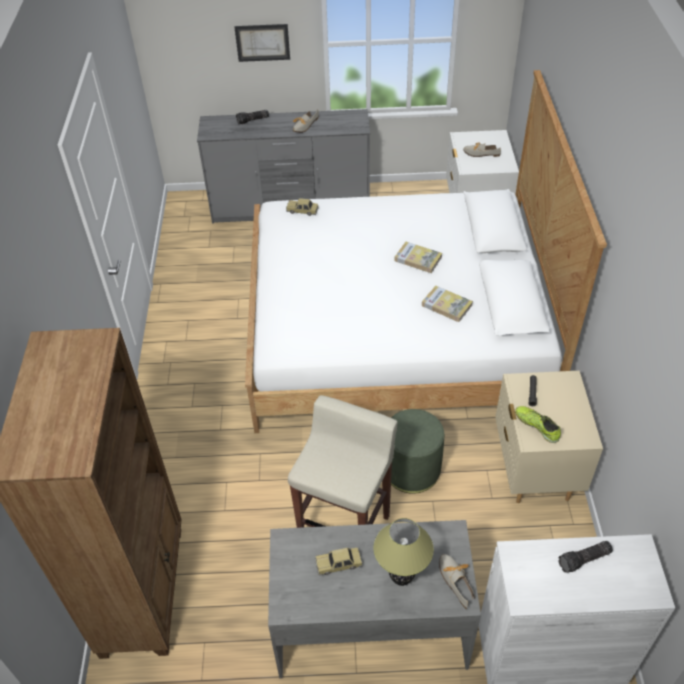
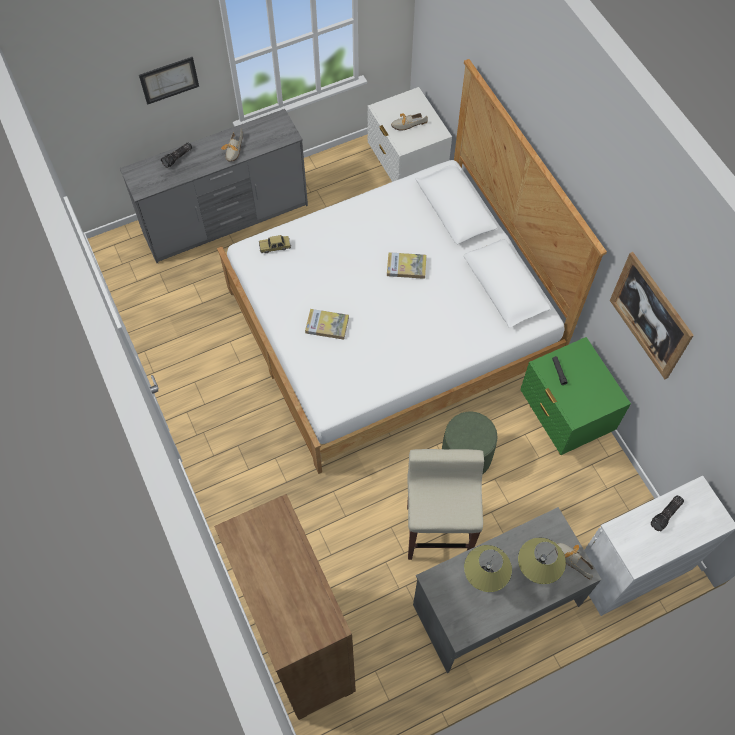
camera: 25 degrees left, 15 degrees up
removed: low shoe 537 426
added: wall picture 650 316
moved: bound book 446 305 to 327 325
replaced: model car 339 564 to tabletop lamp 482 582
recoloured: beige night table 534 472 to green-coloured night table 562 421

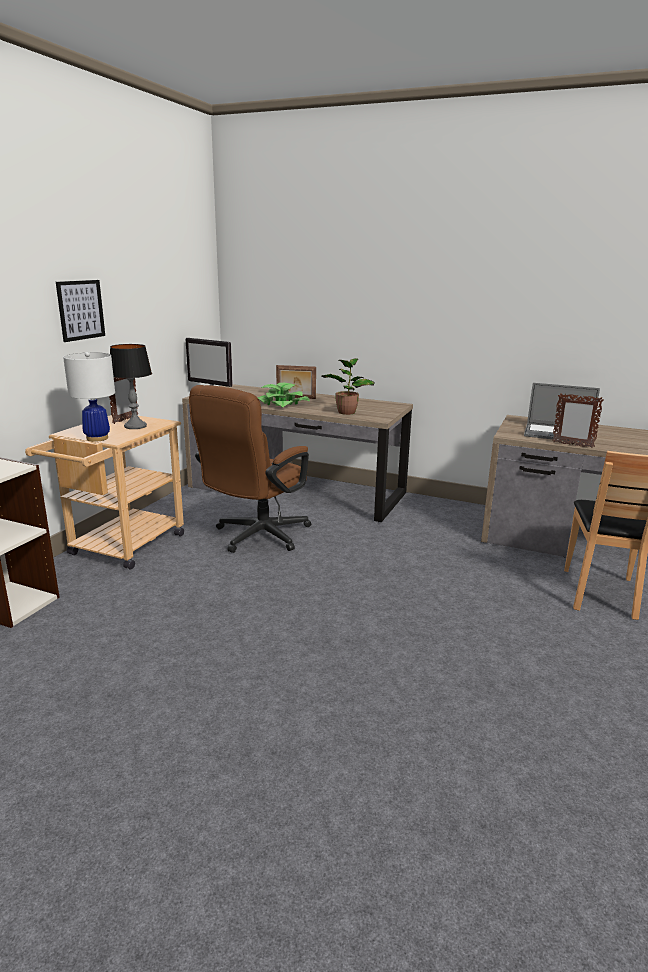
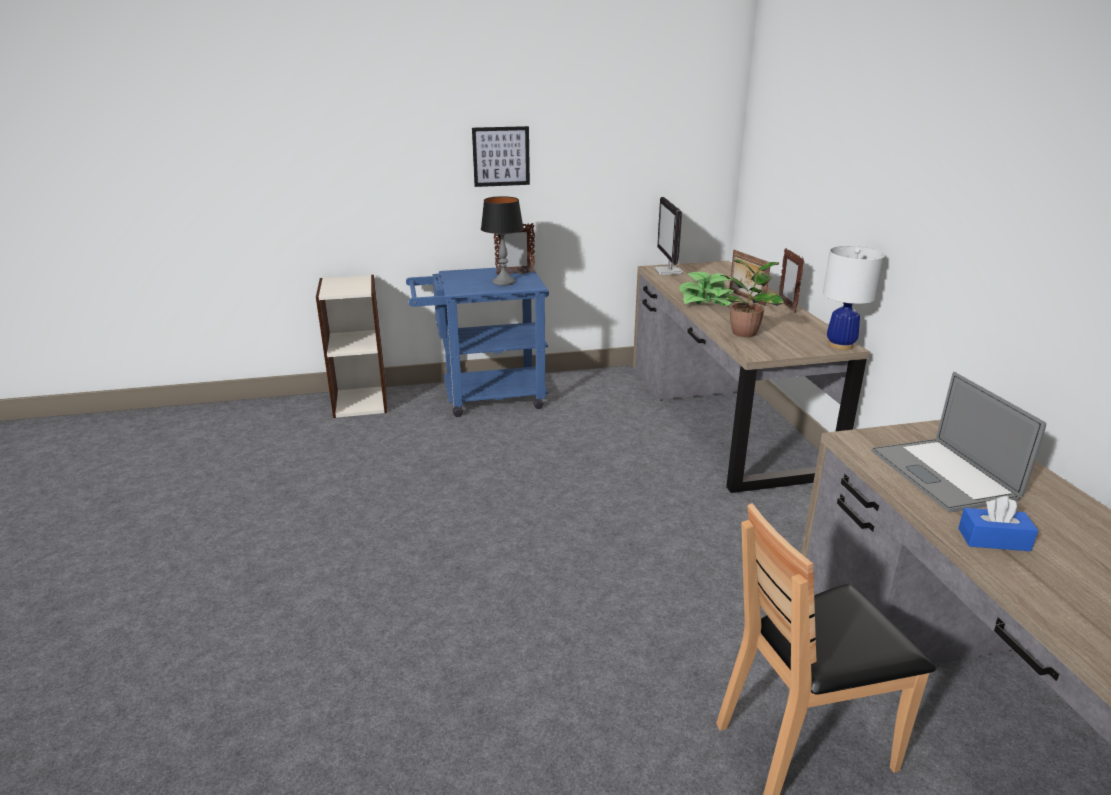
camera: 55 degrees right, 5 degrees up
removed: brown-coloured office chair 256 537
added: blue tissue holder 993 539
moved: white-coloured tabletop lamp 97 438 to 840 345; standing frame 572 445 to 787 306
recoloured: beige cart 121 548 to blue cart 483 397

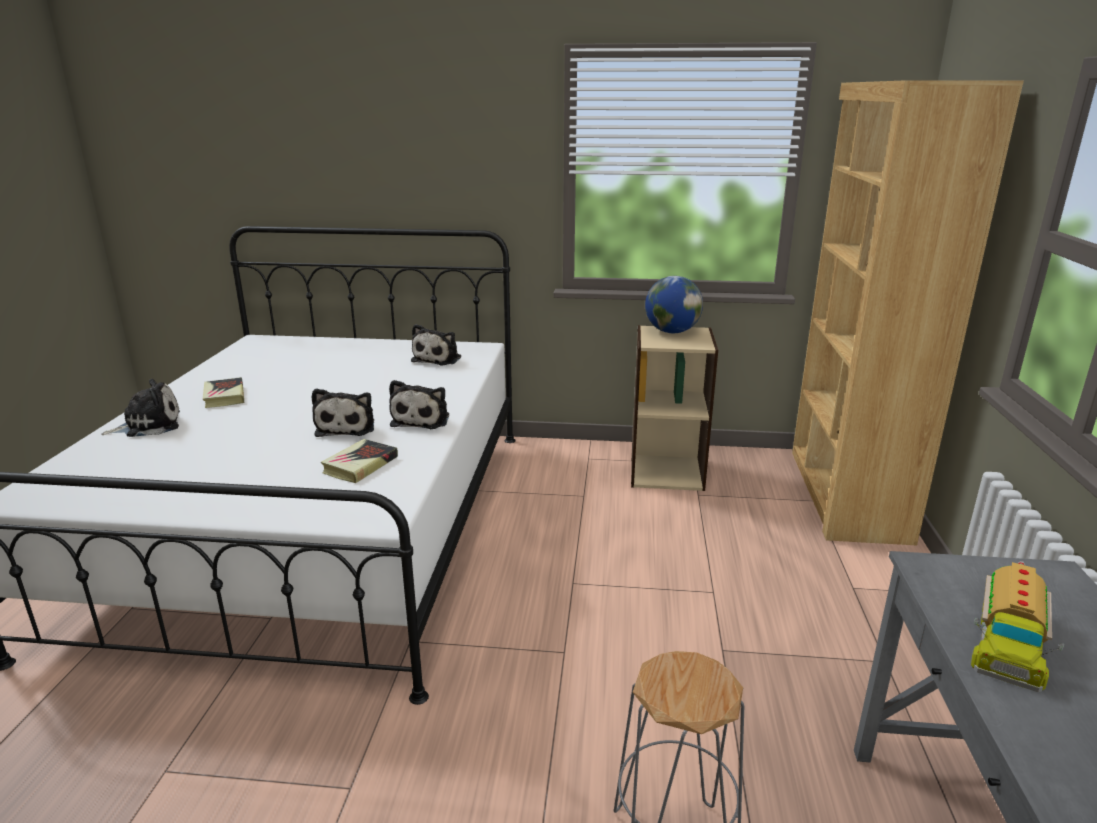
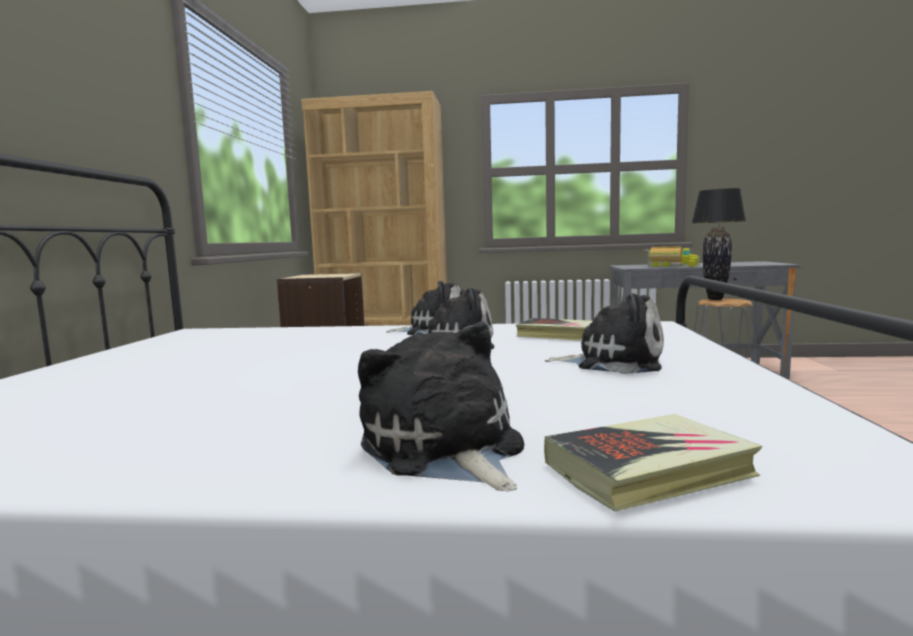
camera: 90 degrees left, 15 degrees down
removed: globe 671 332
added: black tabletop lamp 715 299
moved: bound book 224 396 to 648 470; soft toy 438 359 to 613 362

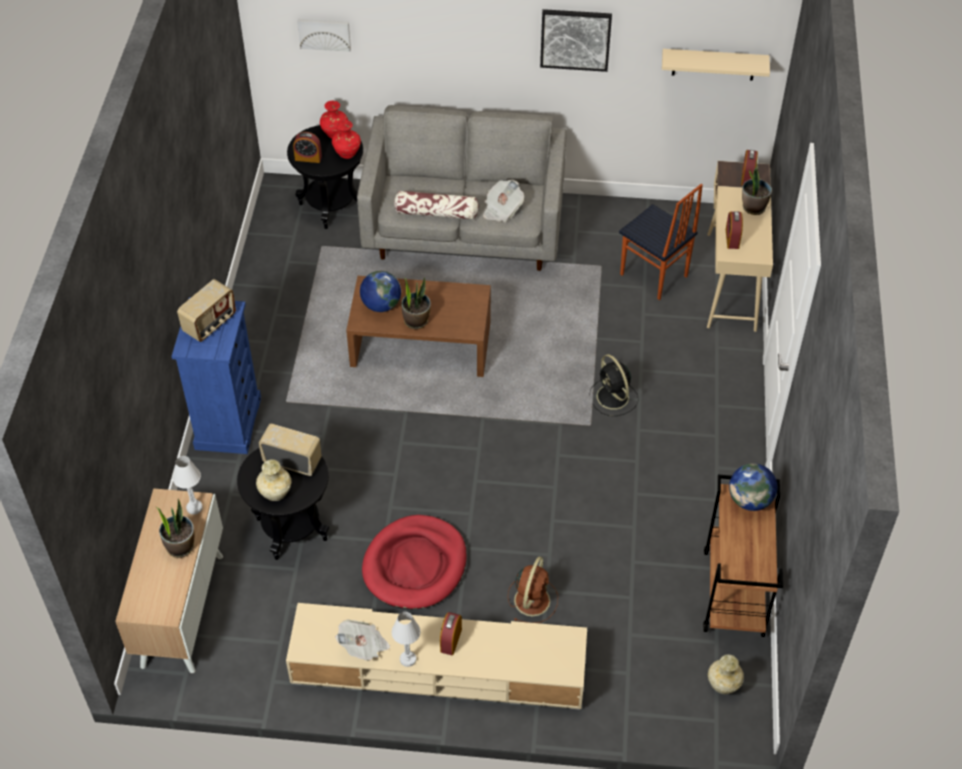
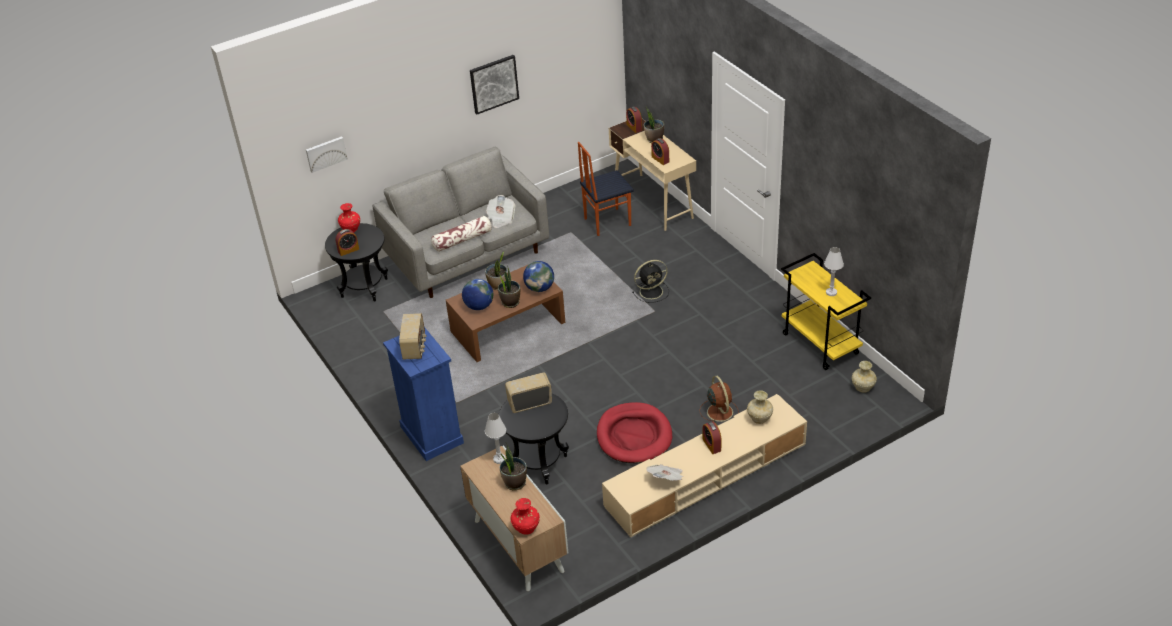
camera: 35 degrees left, 10 degrees down
removed: beige bracket shelf 714 64
added: plant in a pot 498 285
moved: beige flower vase 276 494 to 760 419; red-coloured flower vase 347 154 to 526 529; white-coloured tabletop lamp 408 659 to 831 292; globe 750 500 to 540 288
recoloured: brown-coloured cart 734 594 to yellowish cart 821 344
turned: black fan 613 398 = 652 291 45 degrees counterclockwise; chair 653 276 = 607 222 150 degrees clockwise

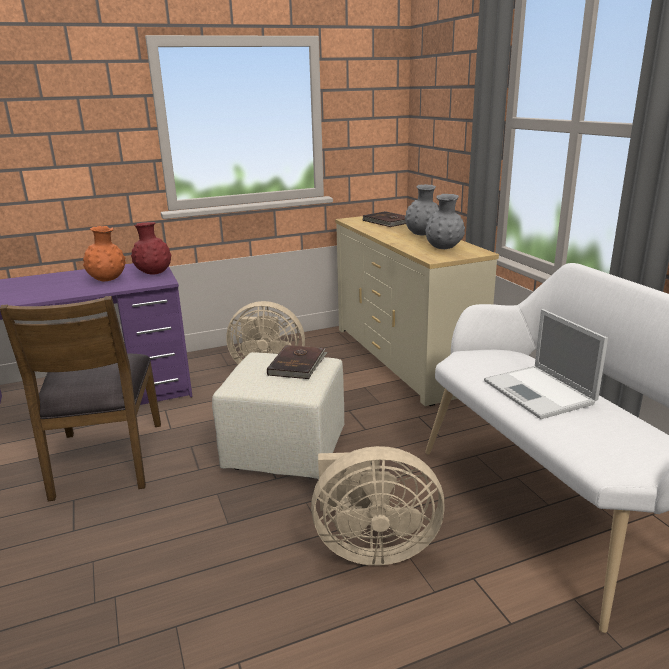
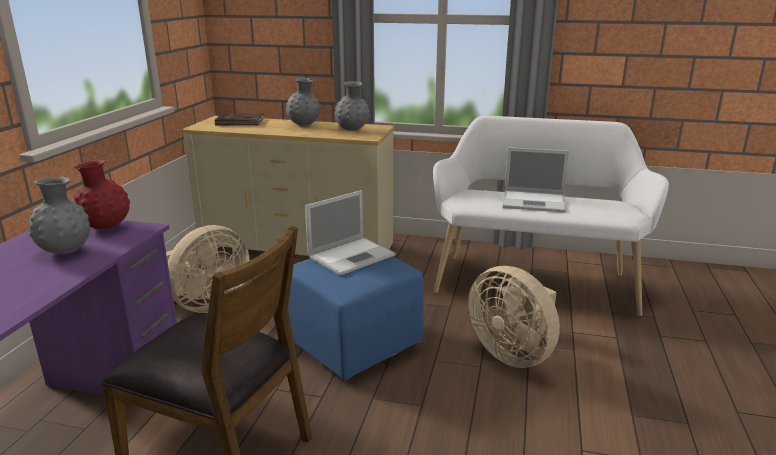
camera: 55 degrees left, 0 degrees up
replaced: brown-coloured bound book 298 364 to laptop 352 255
recoloured: orange flower vase 107 280 to gray flower vase 65 251; beige footrest 287 450 to blue footrest 354 343
turned: beige fan 371 547 = 513 353 105 degrees clockwise

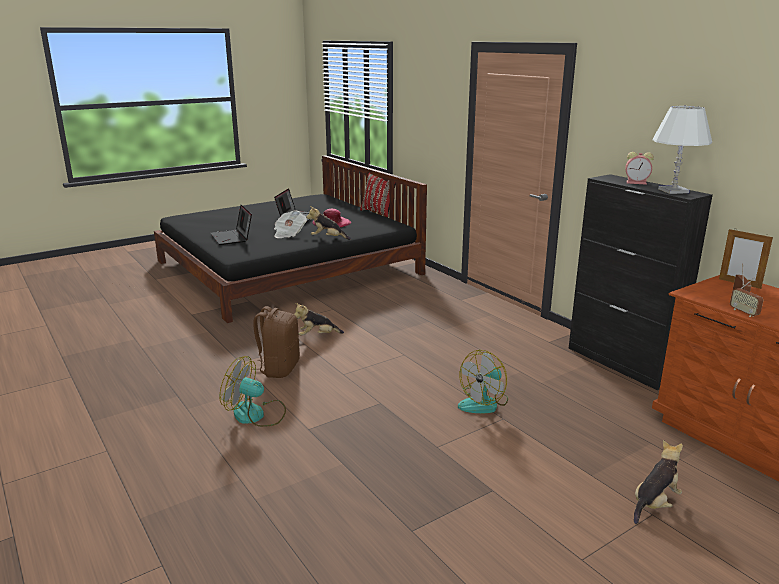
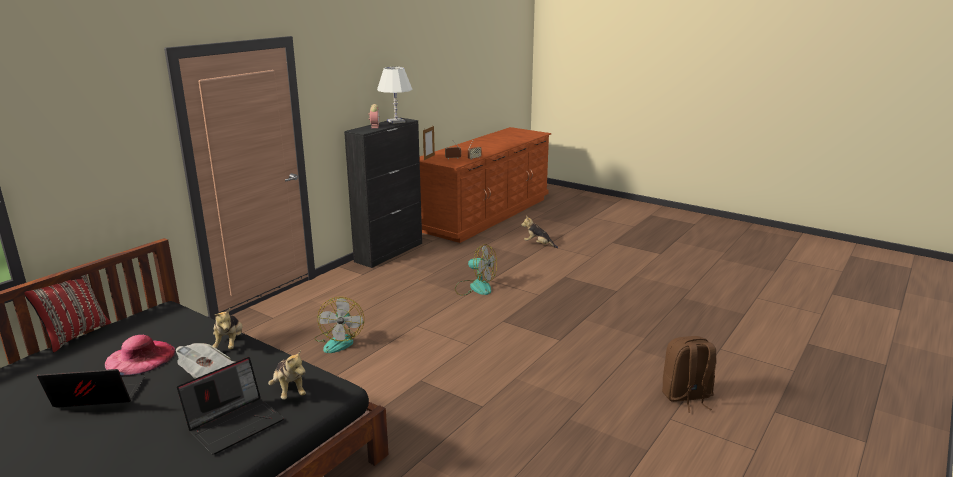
camera: 110 degrees left, 0 degrees up
moved: fan 256 415 to 339 341; brown-coloured backpack 279 369 to 686 397; soft toy 317 336 to 289 391

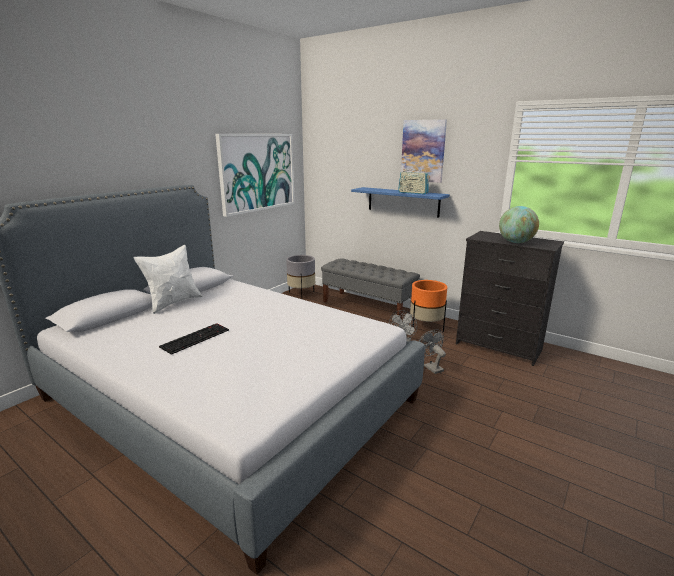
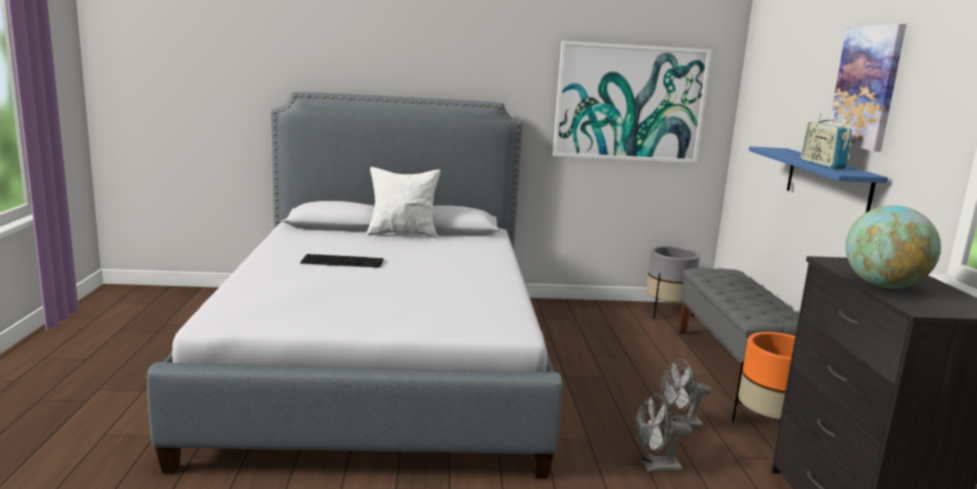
camera: 50 degrees right, 5 degrees down
turned: gray fan 430 367 = 655 467 120 degrees counterclockwise

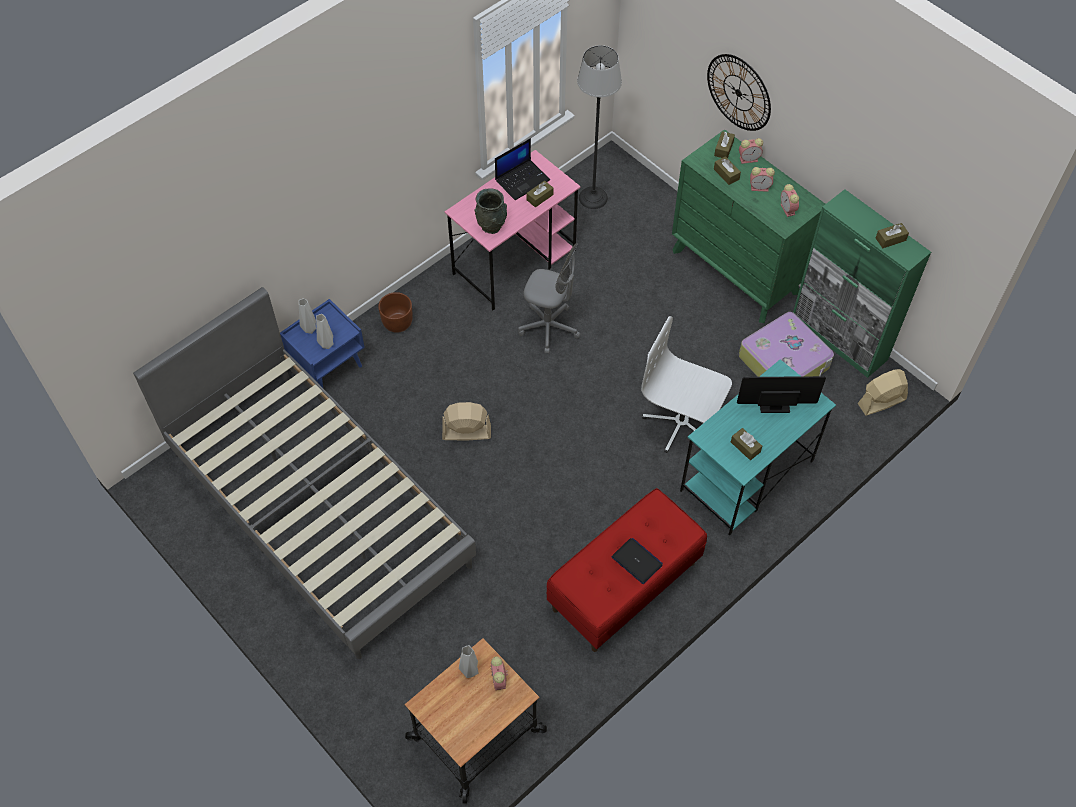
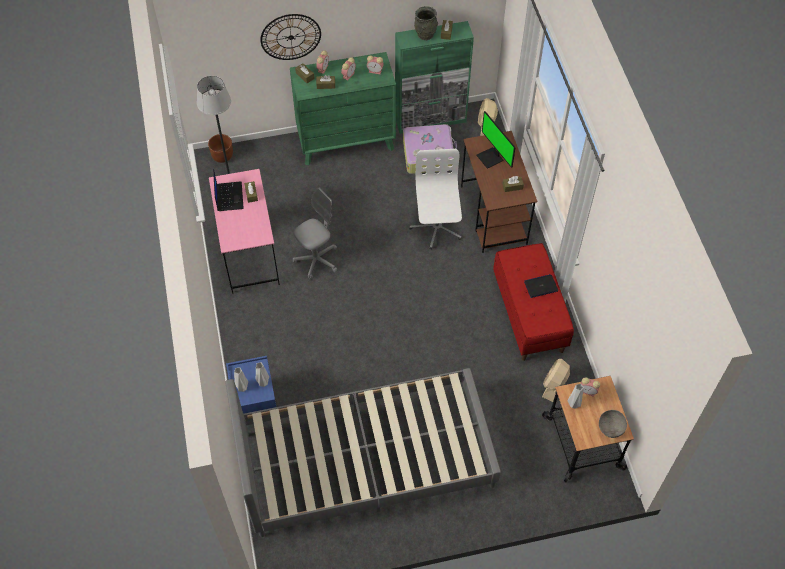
camera: 60 degrees left, 0 degrees up
added: gray serving bowl 611 428
moved: brown-coloured planter 397 322 to 222 156; beige fan 466 432 to 554 385; gray flower vase 491 225 to 425 35
recoloured: turquoise desk 746 476 to brown-coloured desk 493 215
turned: white-coloured office chair 681 423 = 436 227 120 degrees clockwise; computer display 773 402 = 491 158 60 degrees counterclockwise

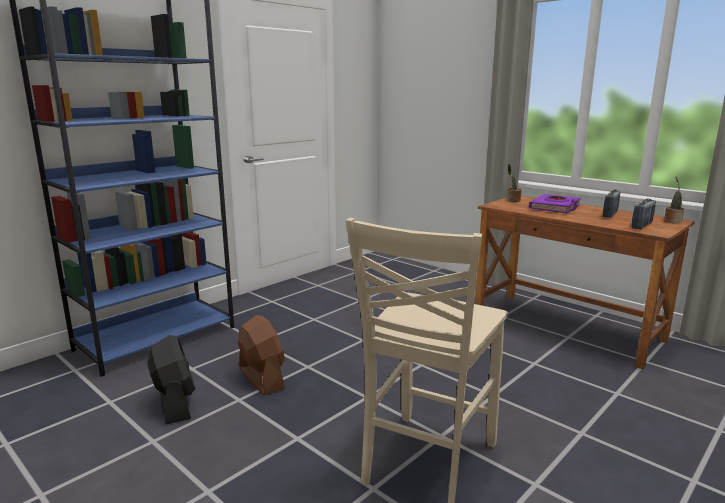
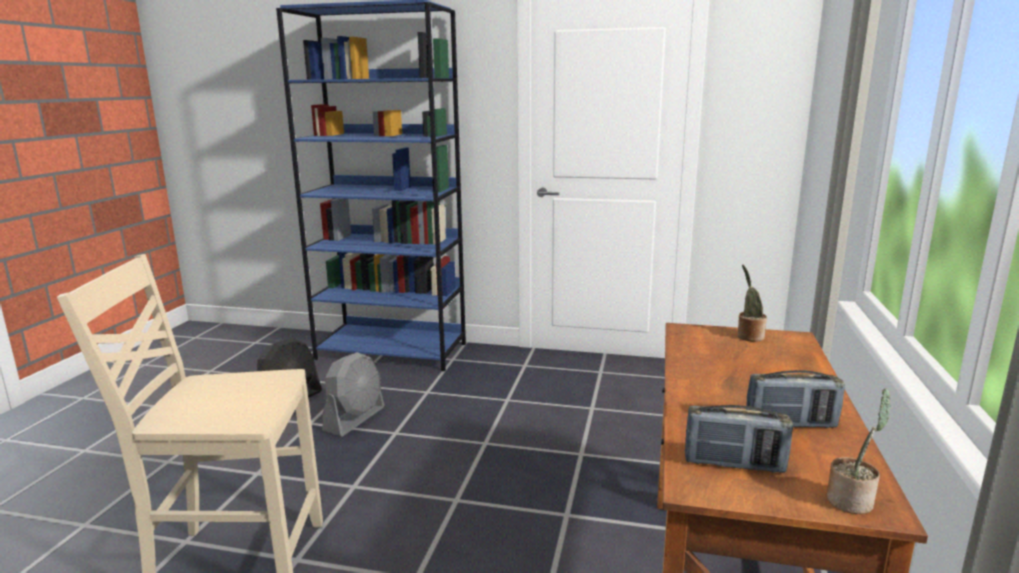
camera: 60 degrees right, 0 degrees up
removed: purplish bound book 555 207
recoloured: brown-coloured fan 261 378 to gray fan 355 419

